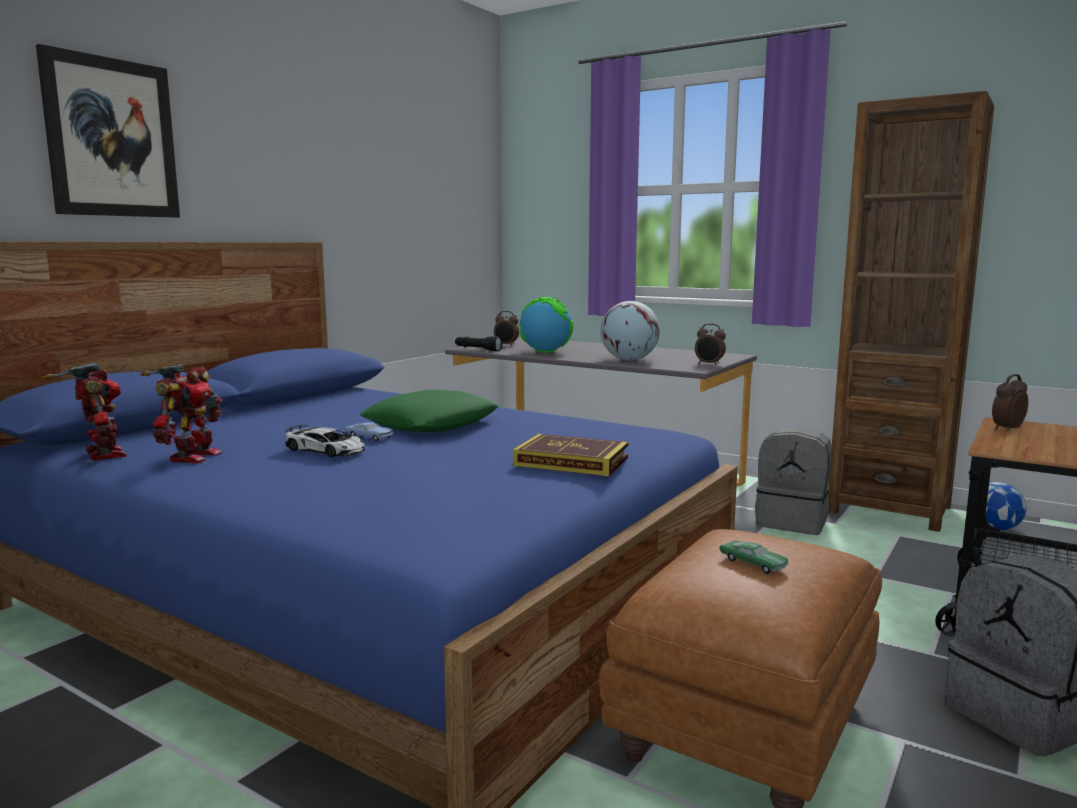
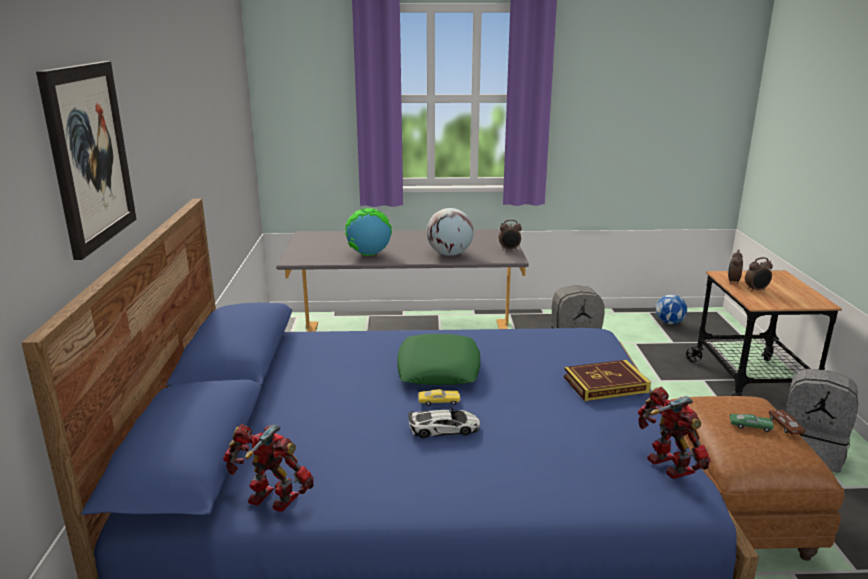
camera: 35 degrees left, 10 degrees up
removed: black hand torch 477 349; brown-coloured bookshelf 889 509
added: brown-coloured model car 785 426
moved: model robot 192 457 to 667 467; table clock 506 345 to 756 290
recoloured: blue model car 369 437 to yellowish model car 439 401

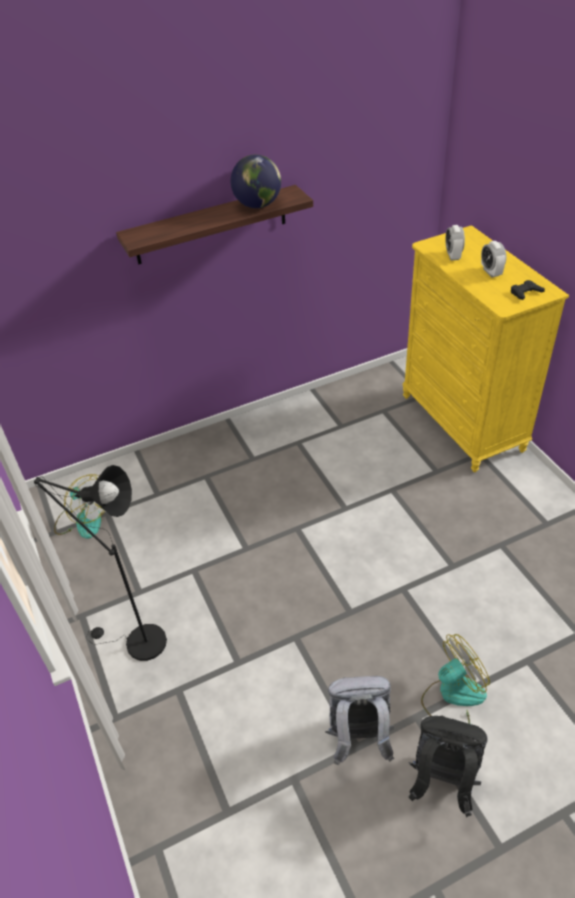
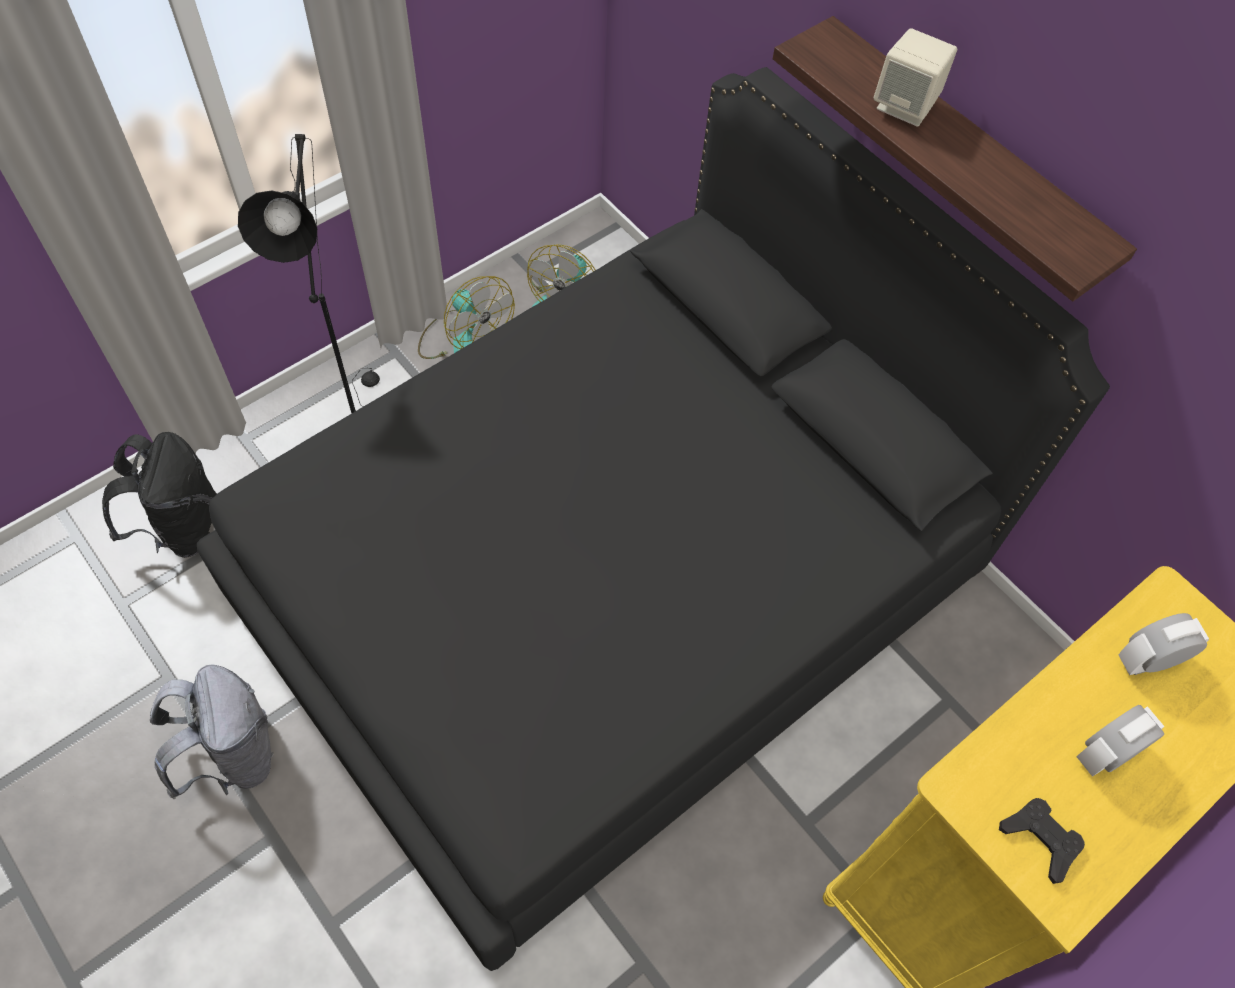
camera: 70 degrees right, 15 degrees up
removed: globe 258 205
added: black bed 610 589; beige speaker 906 106
moved: black backpack 442 781 to 181 526; fan 452 696 to 464 341

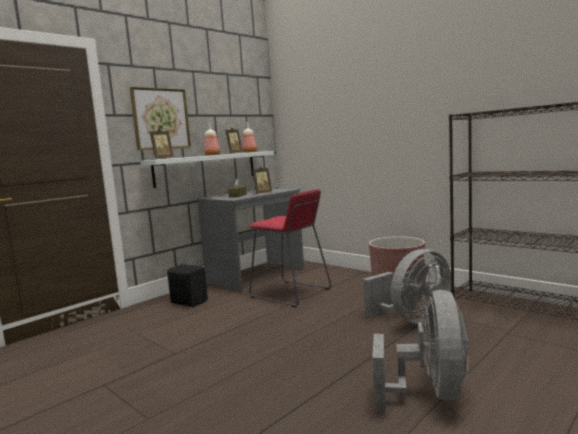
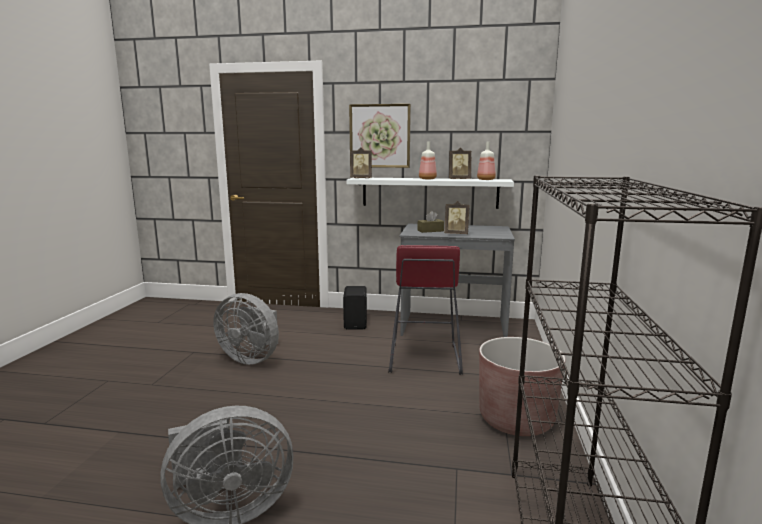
camera: 55 degrees right, 5 degrees up
moved: gray fan 413 320 to 251 358

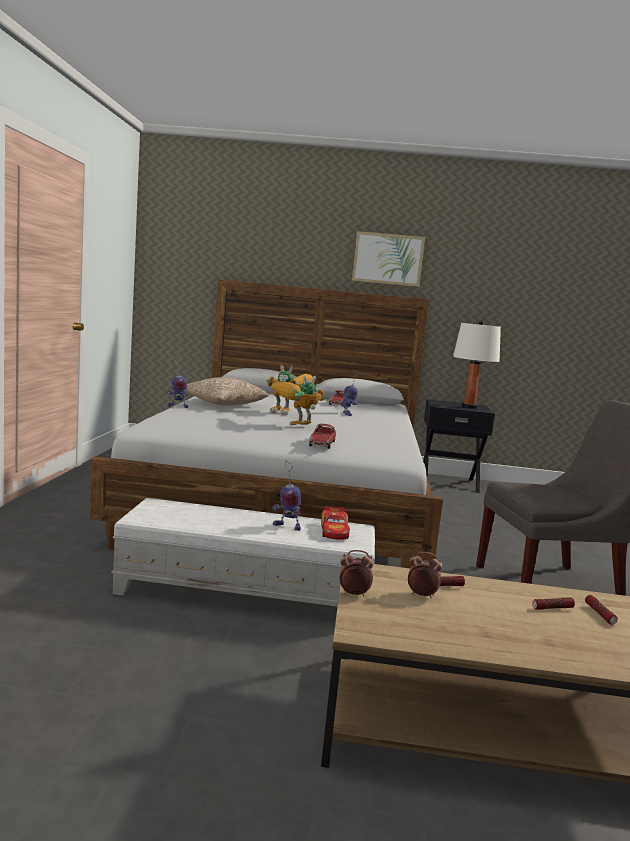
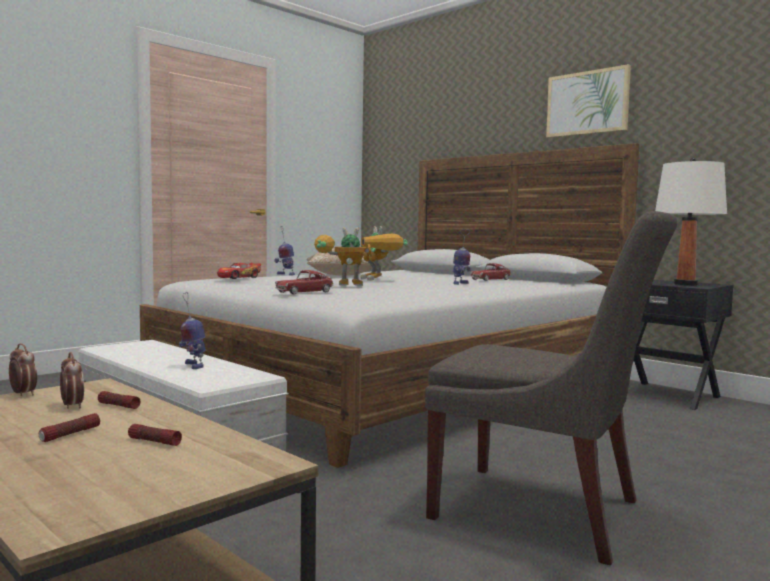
camera: 40 degrees right, 5 degrees down
moved: model car 334 531 to 239 277; hand torch 600 614 to 70 434

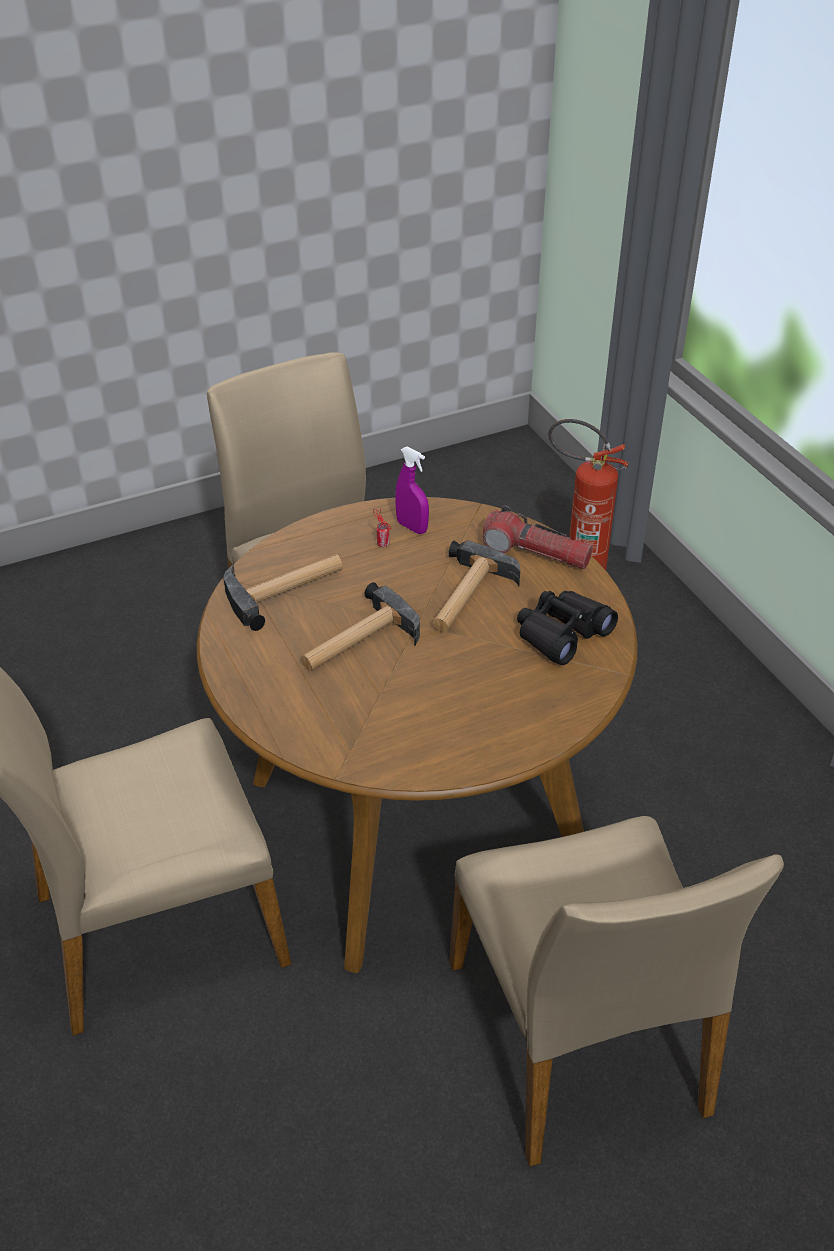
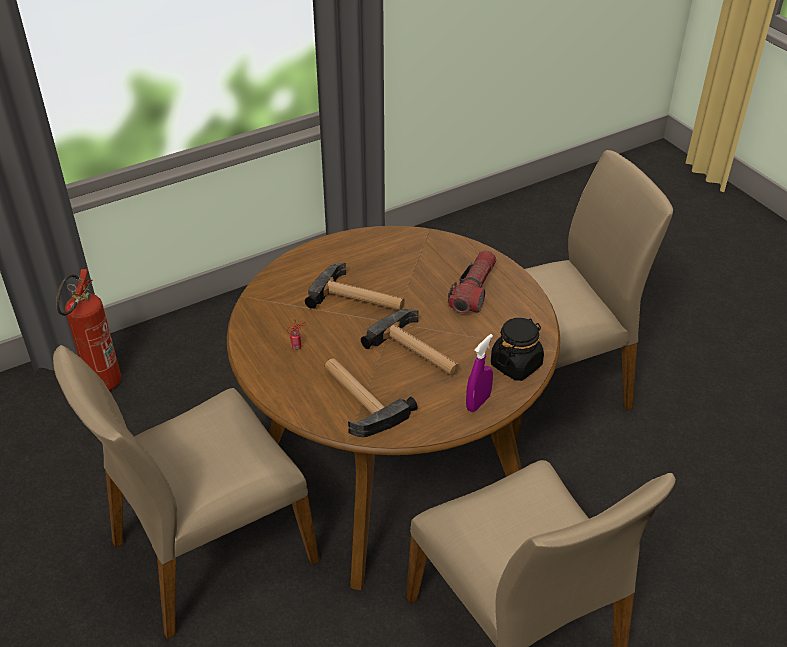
camera: 95 degrees left, 0 degrees up
removed: black field glasses 561 633
added: black jar 516 365
moved: purplish hand sprayer 412 527 to 478 403; hand torch 536 553 to 473 291

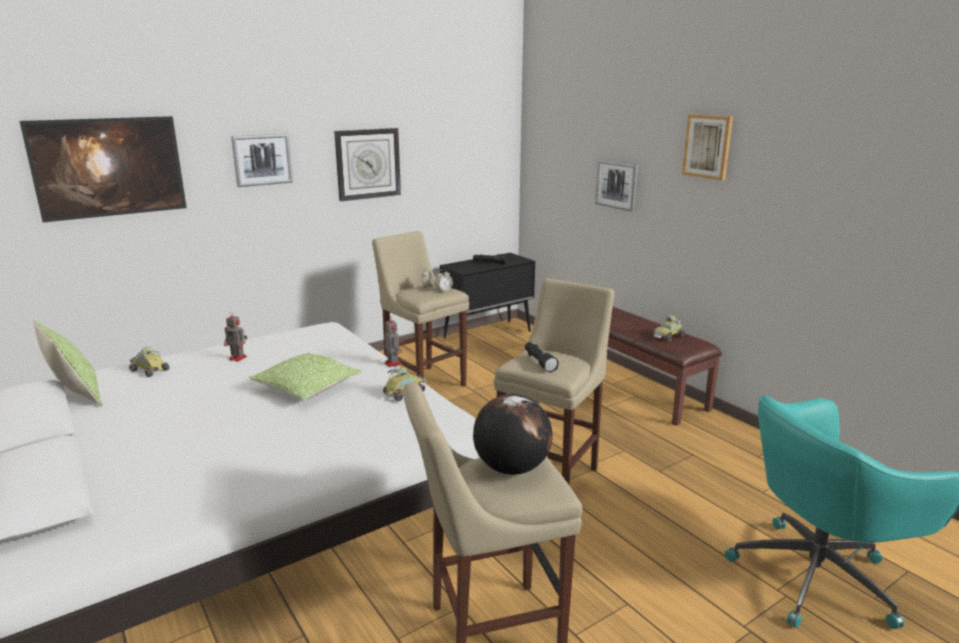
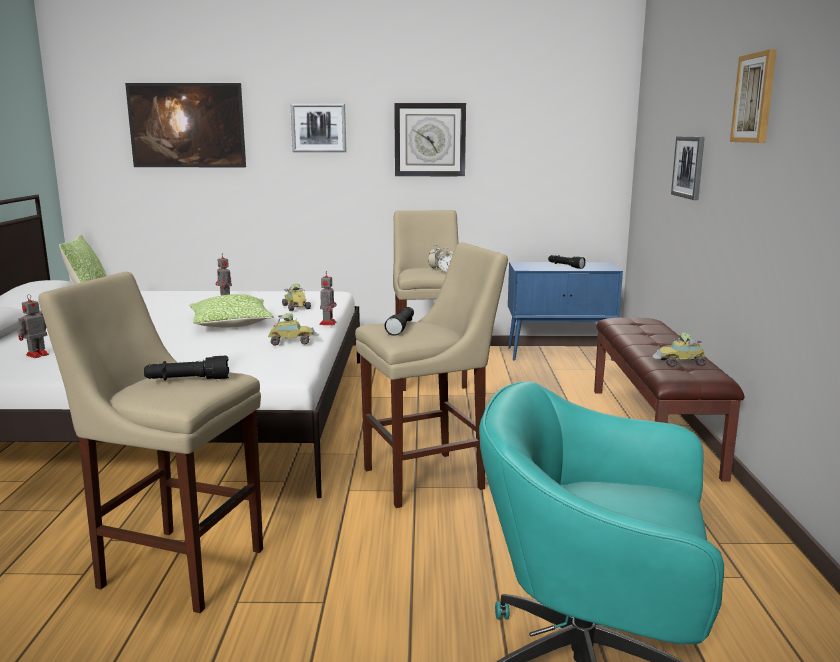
camera: 35 degrees right, 5 degrees down
added: model robot 36 355
moved: model car 148 370 to 295 307
replaced: globe 511 468 to black hand torch 187 380
recoloured: black cupboard 488 334 to blue cupboard 560 354

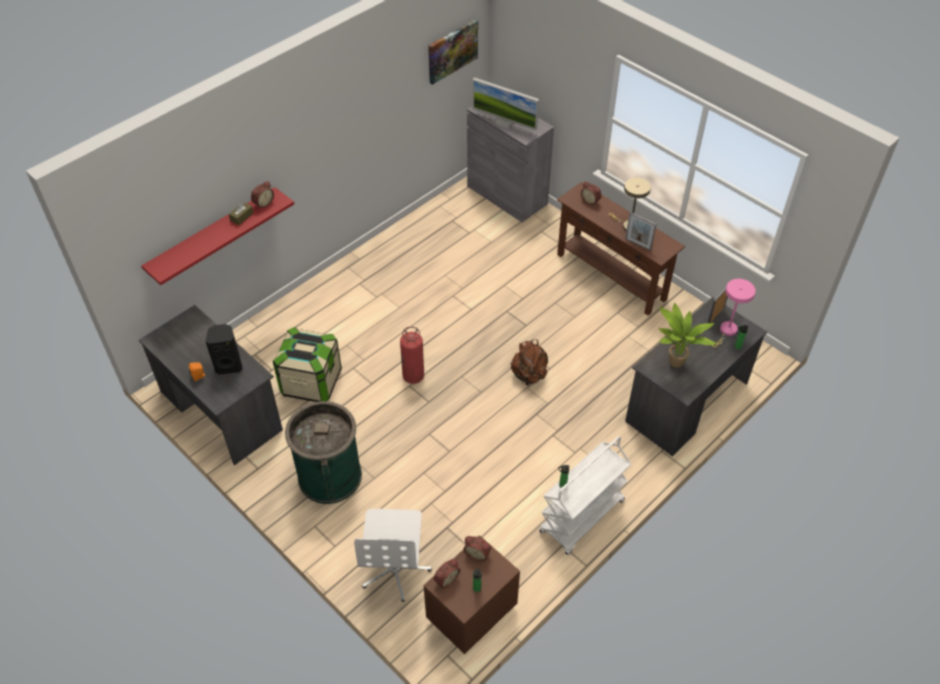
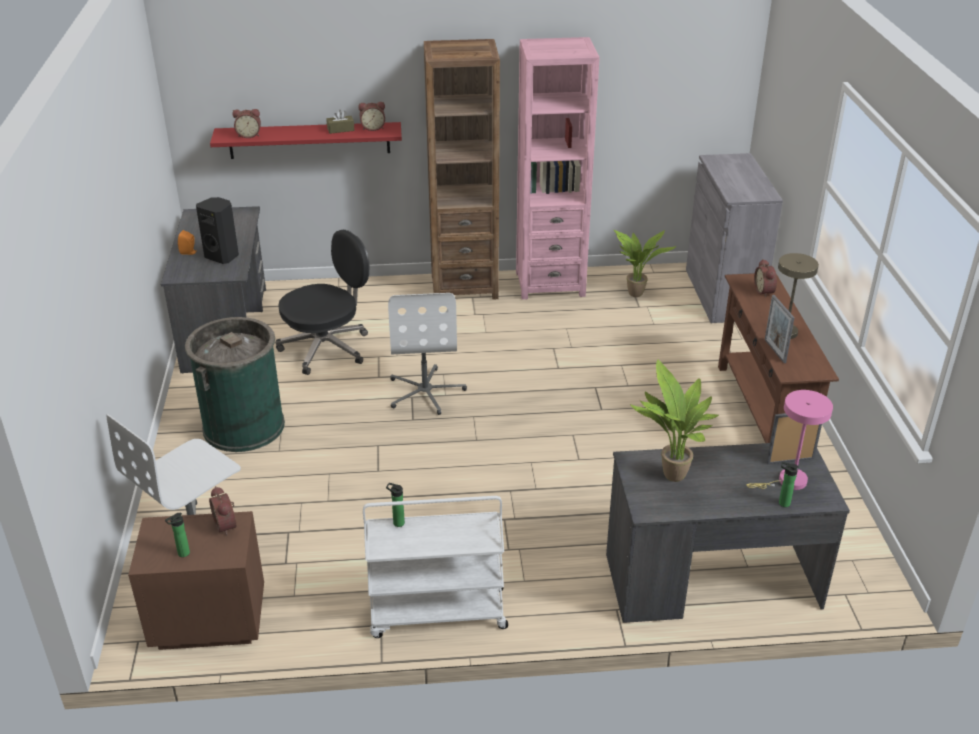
camera: 40 degrees right, 15 degrees down
removed: wall picture 452 51; computer display 504 122; brown-coloured backpack 529 375
added: brown-coloured bookshelf 464 286; pinkish bookshelf 550 284; plant in a pot 635 295
moved: table clock 446 579 to 249 135
replaced: storage bin 311 382 to black office chair 327 348; fire-fighting cylinder 413 376 to white-coloured office chair 425 392

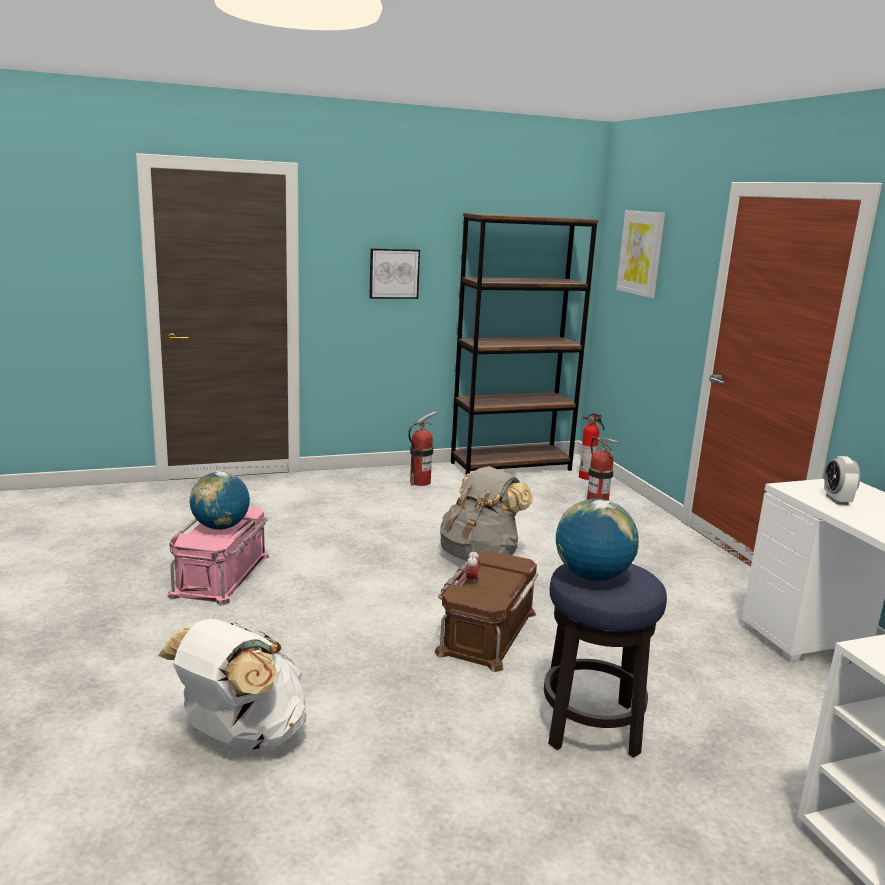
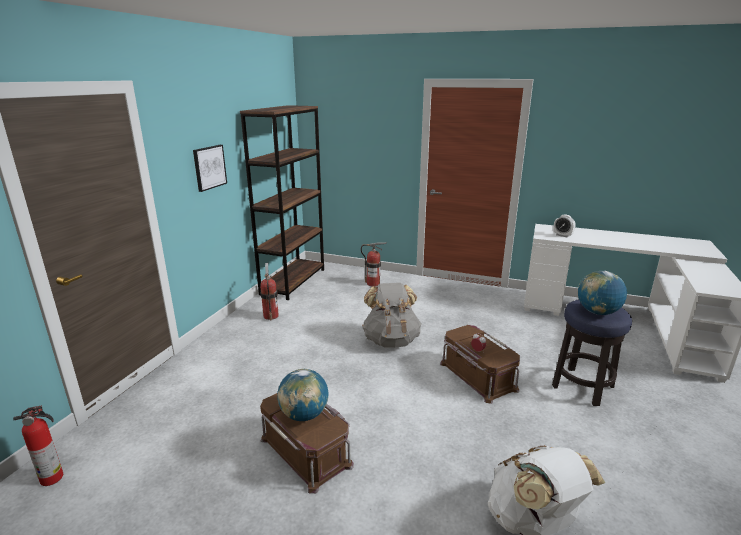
camera: 50 degrees left, 5 degrees up
removed: wall picture 641 253
moved: fire-fighting cylinder 587 477 to 53 477
recoloured: pinkish storage bin 222 575 to brown-coloured storage bin 306 451

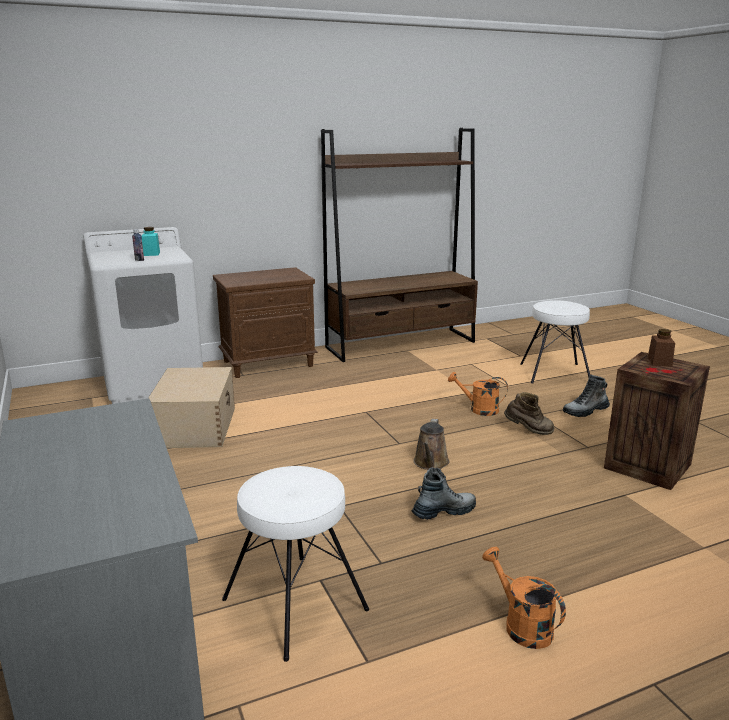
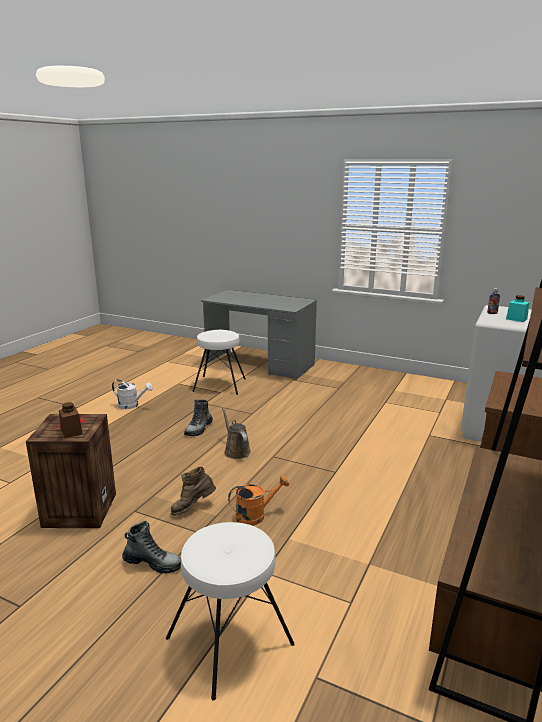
camera: 140 degrees right, 0 degrees up
removed: beige storage bin 196 426
recoloured: orange sprinkling can 521 625 to white-coloured sprinkling can 132 405
turned: high-top boot 585 411 = 153 563 75 degrees clockwise

